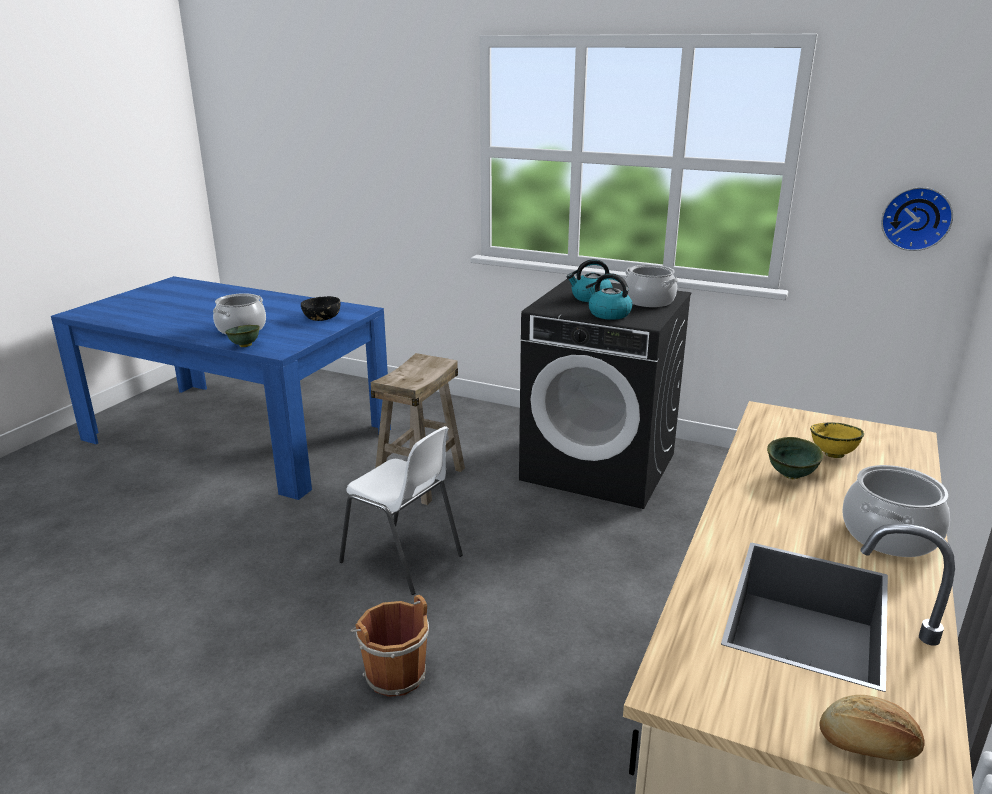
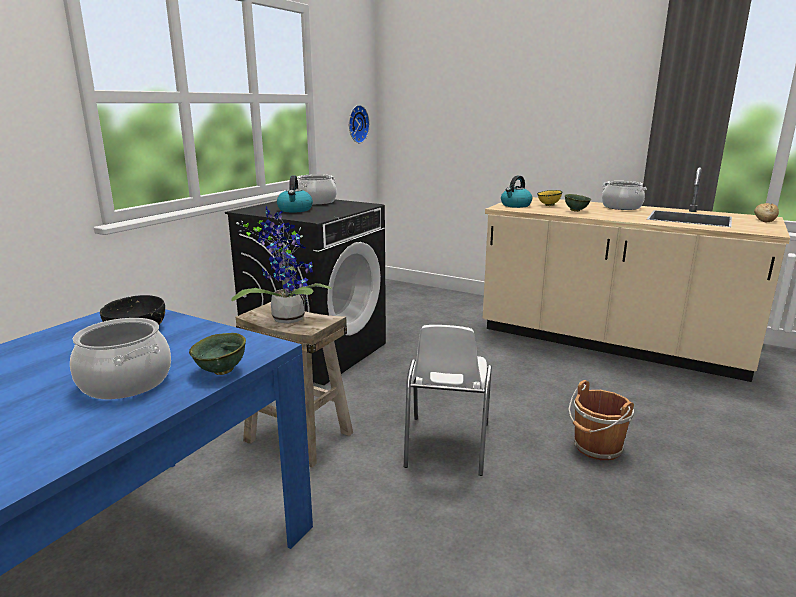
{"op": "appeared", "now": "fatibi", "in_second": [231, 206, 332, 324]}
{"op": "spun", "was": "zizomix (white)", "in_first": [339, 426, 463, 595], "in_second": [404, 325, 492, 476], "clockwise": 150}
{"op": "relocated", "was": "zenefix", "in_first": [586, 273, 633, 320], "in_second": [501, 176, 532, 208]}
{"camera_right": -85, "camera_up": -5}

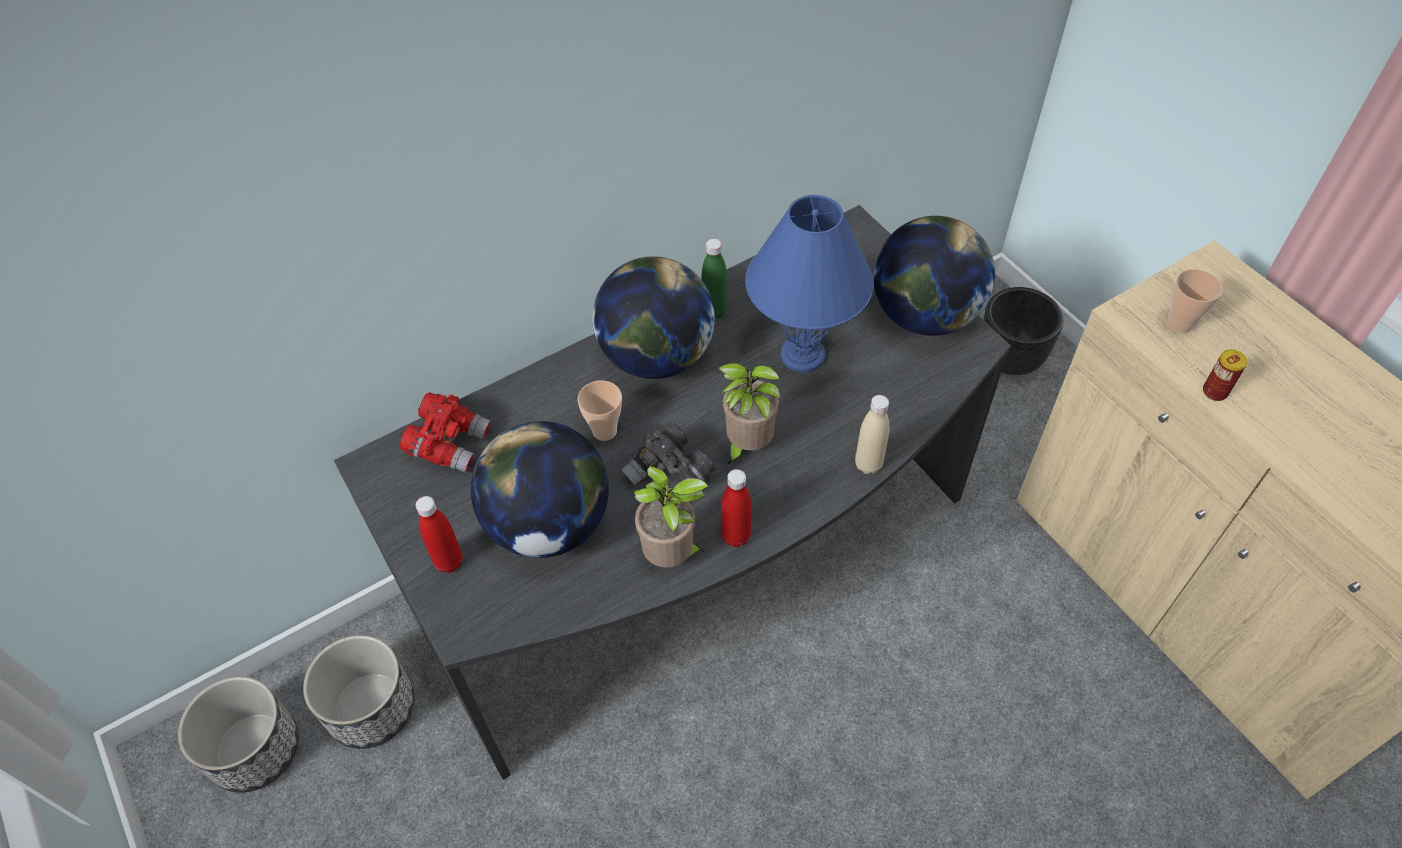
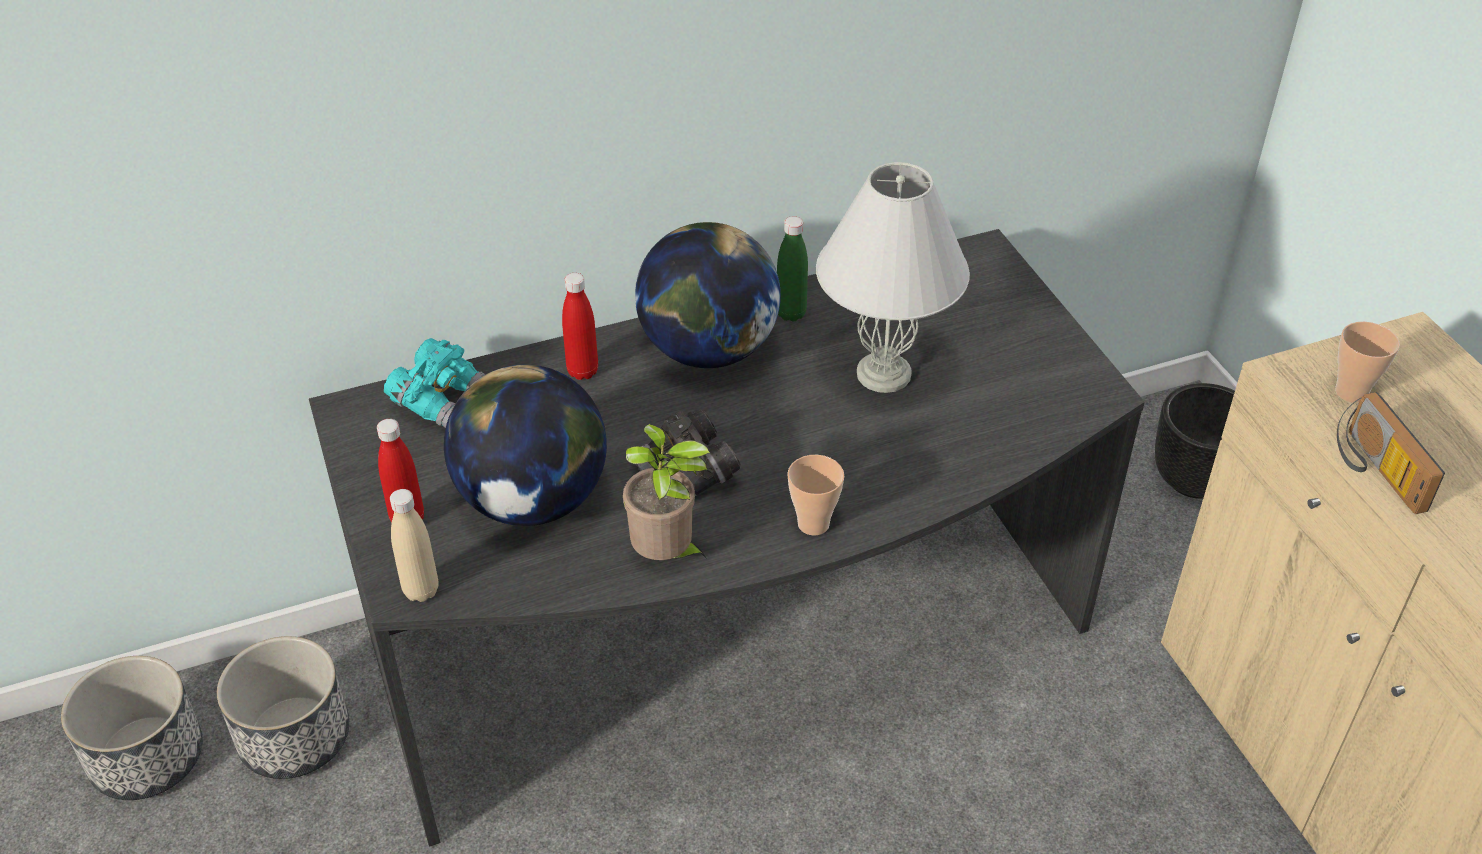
{"op": "colour", "was": "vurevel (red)", "now": "vurevel (turquoise)", "in_first": [399, 392, 491, 473], "in_second": [384, 338, 485, 428]}
{"op": "relocated", "was": "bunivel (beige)", "in_first": [855, 395, 889, 474], "in_second": [390, 489, 439, 602]}
{"op": "relocated", "was": "bunivel (red)", "in_first": [721, 469, 752, 547], "in_second": [562, 273, 598, 380]}
{"op": "relocated", "was": "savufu", "in_first": [577, 380, 622, 441], "in_second": [787, 455, 844, 536]}
{"op": "colour", "was": "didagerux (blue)", "now": "didagerux (white)", "in_first": [745, 195, 874, 373], "in_second": [816, 162, 970, 393]}
{"op": "exchanged", "was": "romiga", "now": "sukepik", "in_first": [1203, 349, 1248, 401], "in_second": [1337, 392, 1445, 514]}
{"op": "missing", "was": "fatibi", "in_first": [717, 363, 780, 465]}
{"op": "missing", "was": "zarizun", "in_first": [873, 216, 995, 336]}
{"camera_right": 10, "camera_up": -10}

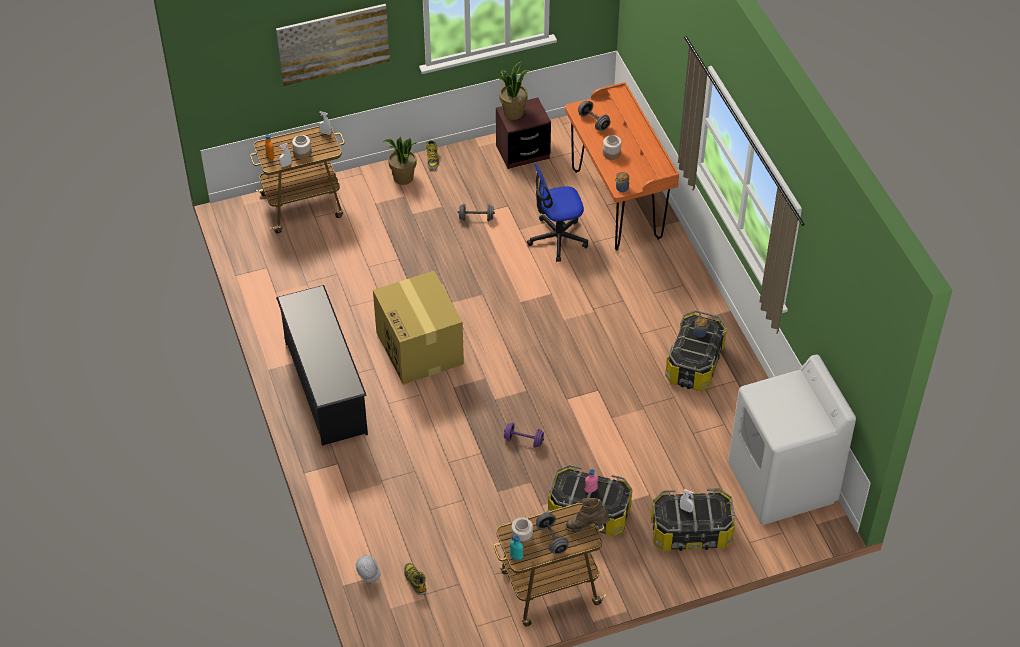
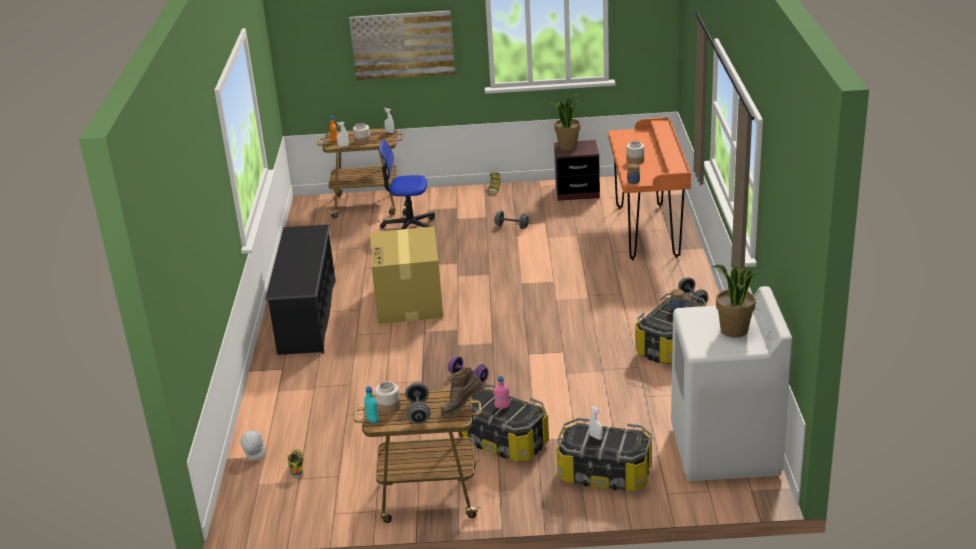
{"op": "relocated", "was": "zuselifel", "in_first": [527, 164, 588, 262], "in_second": [379, 139, 435, 230]}
{"op": "spun", "was": "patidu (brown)", "in_first": [565, 498, 610, 532], "in_second": [440, 367, 485, 417], "clockwise": -45}
{"op": "relocated", "was": "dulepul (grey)", "in_first": [578, 101, 610, 131], "in_second": [678, 278, 708, 304]}
{"op": "relocated", "was": "fatibi", "in_first": [383, 136, 418, 185], "in_second": [712, 264, 761, 338]}
{"camera_right": 20, "camera_up": -20}

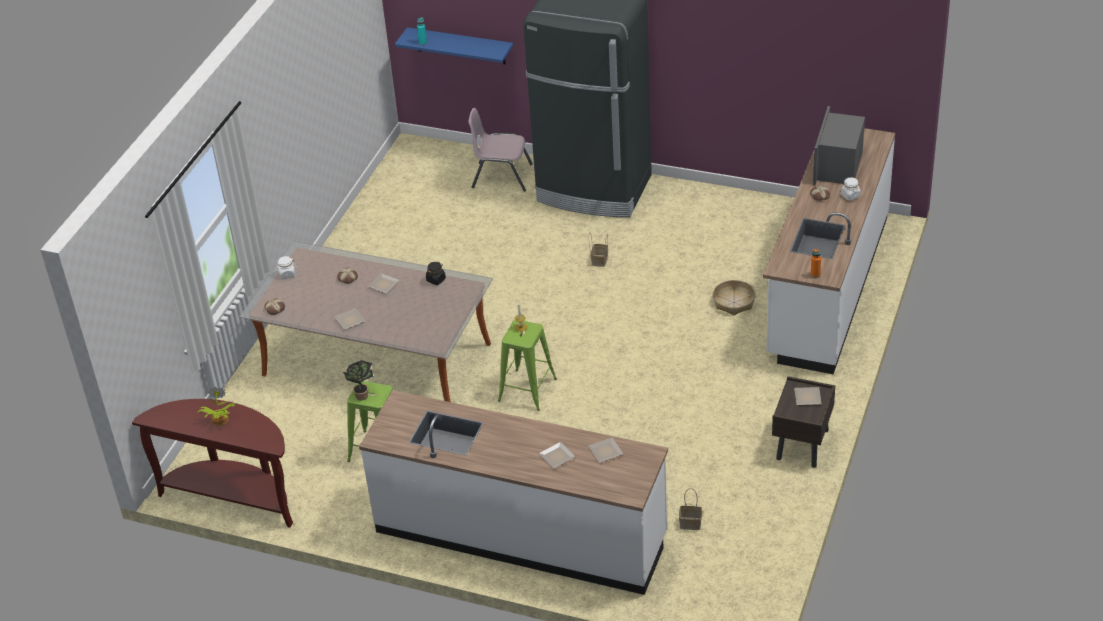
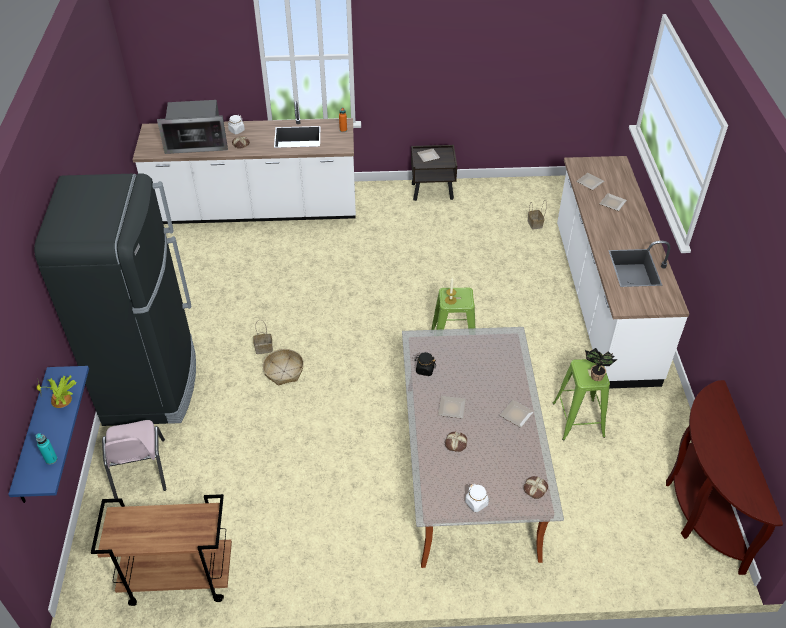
{"op": "relocated", "was": "fatibi", "in_first": [198, 387, 235, 426], "in_second": [37, 374, 76, 408]}
{"op": "appeared", "now": "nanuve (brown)", "in_second": [91, 494, 232, 606]}
{"op": "relocated", "was": "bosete", "in_first": [713, 280, 756, 315], "in_second": [262, 349, 304, 386]}
{"camera_right": -115, "camera_up": 5}

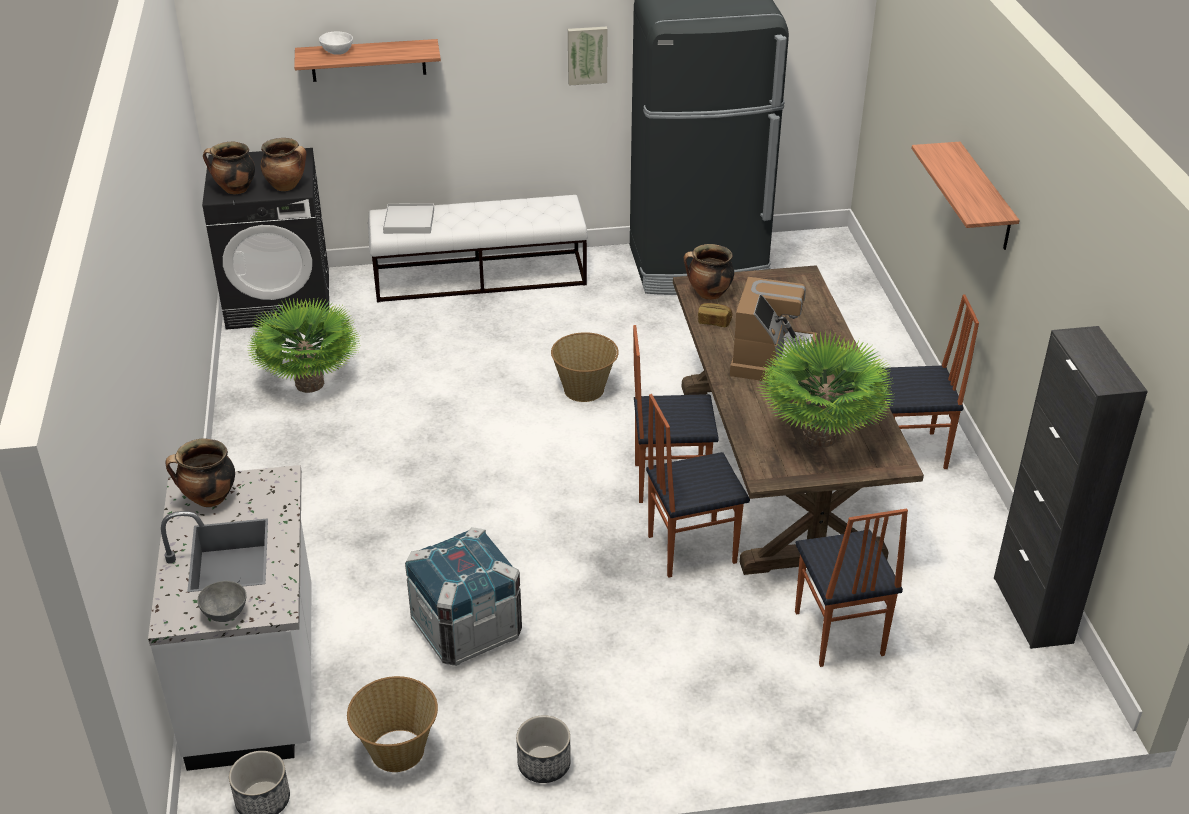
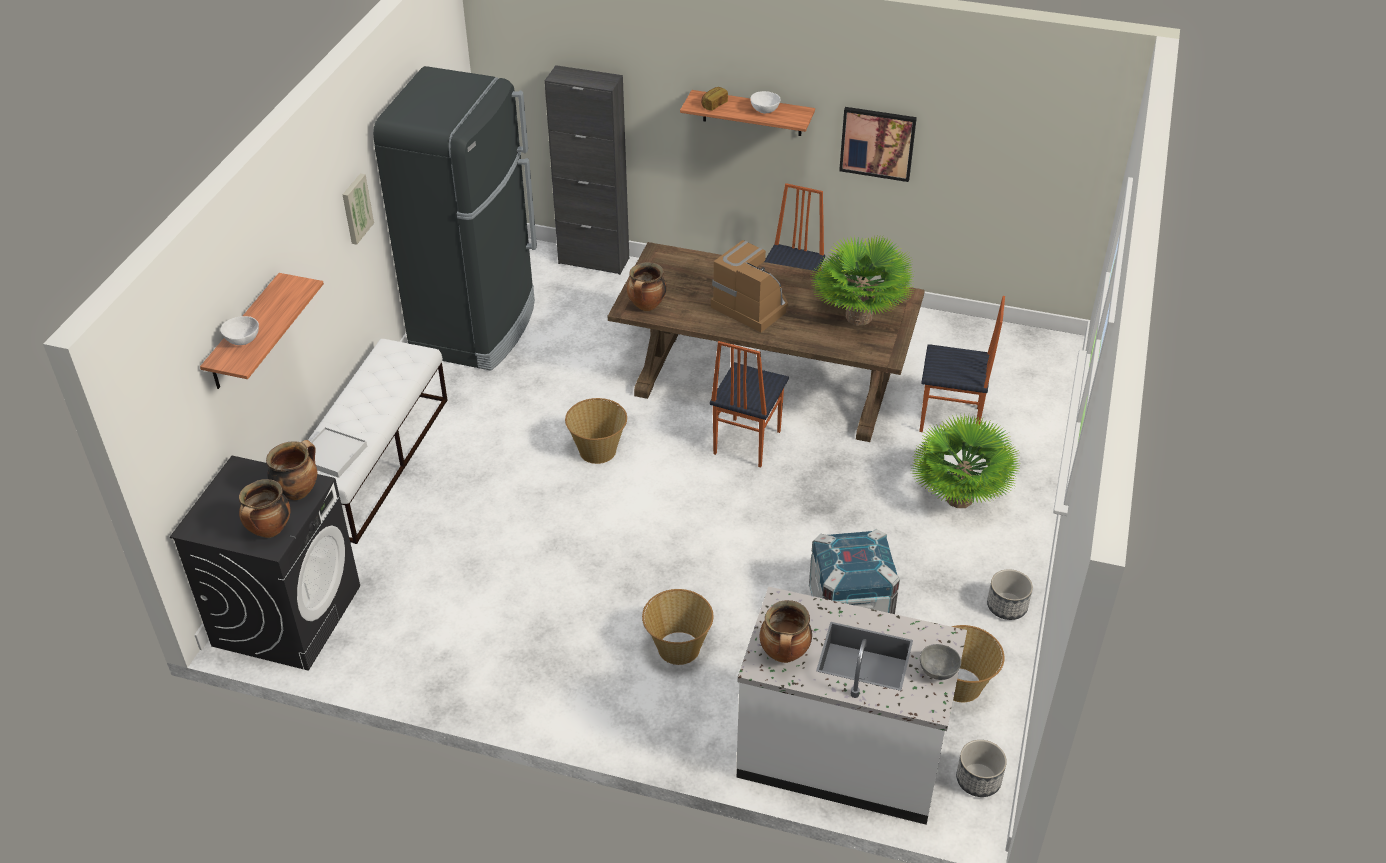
{"op": "relocated", "was": "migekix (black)", "in_first": [994, 326, 1148, 649], "in_second": [544, 65, 629, 275]}
{"op": "appeared", "now": "bosete", "in_second": [642, 589, 713, 665]}
{"op": "relocated", "was": "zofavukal", "in_first": [698, 303, 732, 327], "in_second": [701, 87, 728, 111]}
{"op": "appeared", "now": "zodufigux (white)", "in_second": [750, 91, 780, 113]}
{"op": "appeared", "now": "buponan", "in_second": [839, 107, 917, 182]}
{"op": "relocated", "was": "fatibi", "in_first": [247, 297, 361, 393], "in_second": [911, 414, 1021, 508]}
{"op": "missing", "was": "zizomix", "in_first": [646, 394, 750, 578]}
{"camera_right": -65, "camera_up": 5}

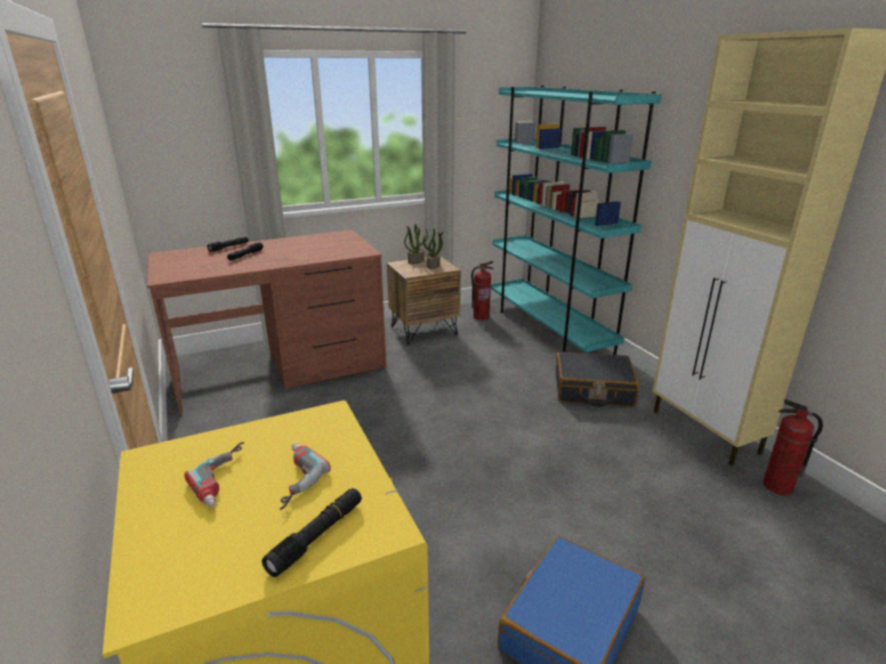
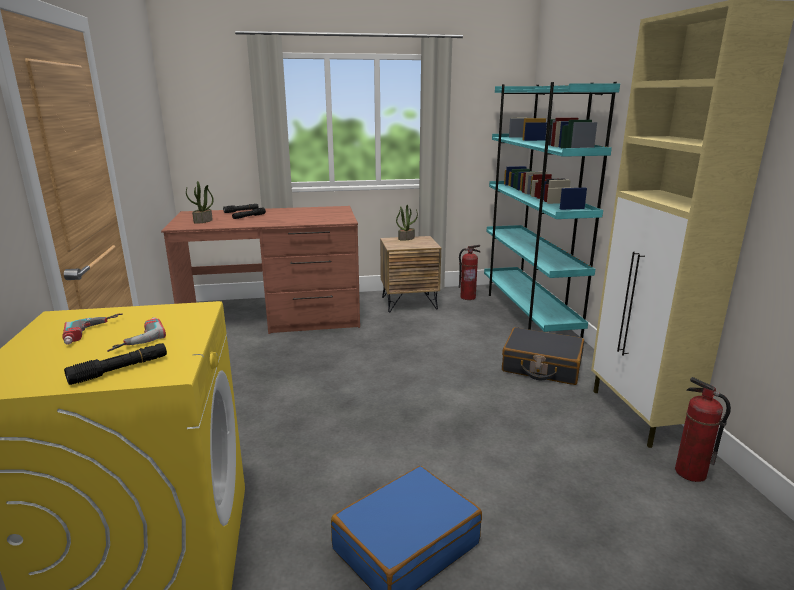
{"op": "relocated", "was": "fatibi", "in_first": [423, 228, 444, 269], "in_second": [186, 181, 214, 224]}
{"camera_right": 15, "camera_up": -5}

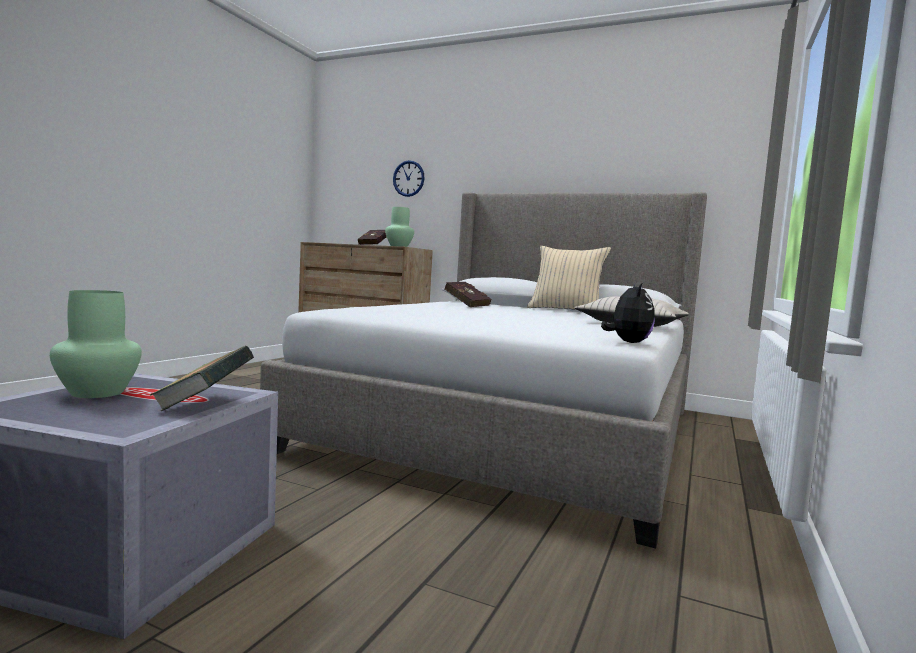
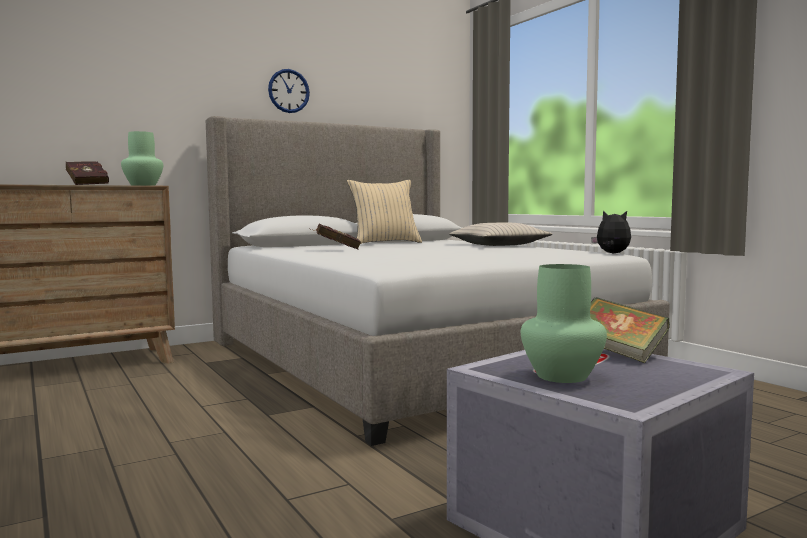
{"op": "relocated", "was": "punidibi", "in_first": [393, 160, 425, 197], "in_second": [268, 69, 310, 113]}
{"camera_right": -55, "camera_up": 0}

